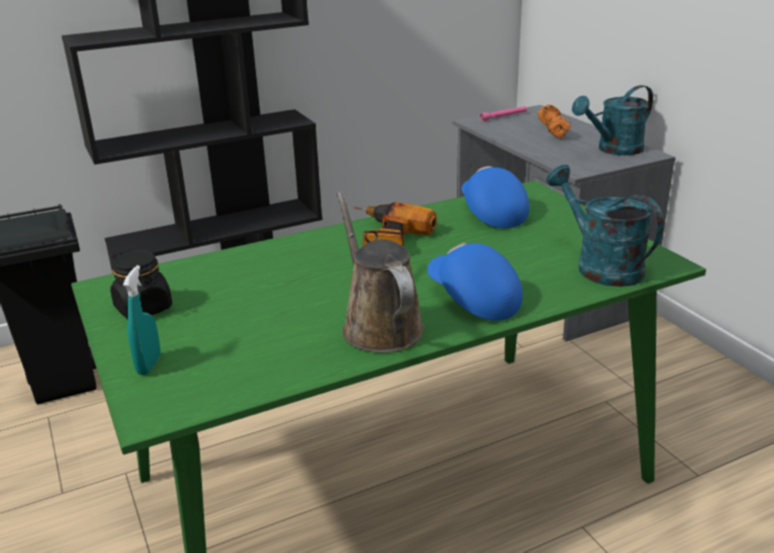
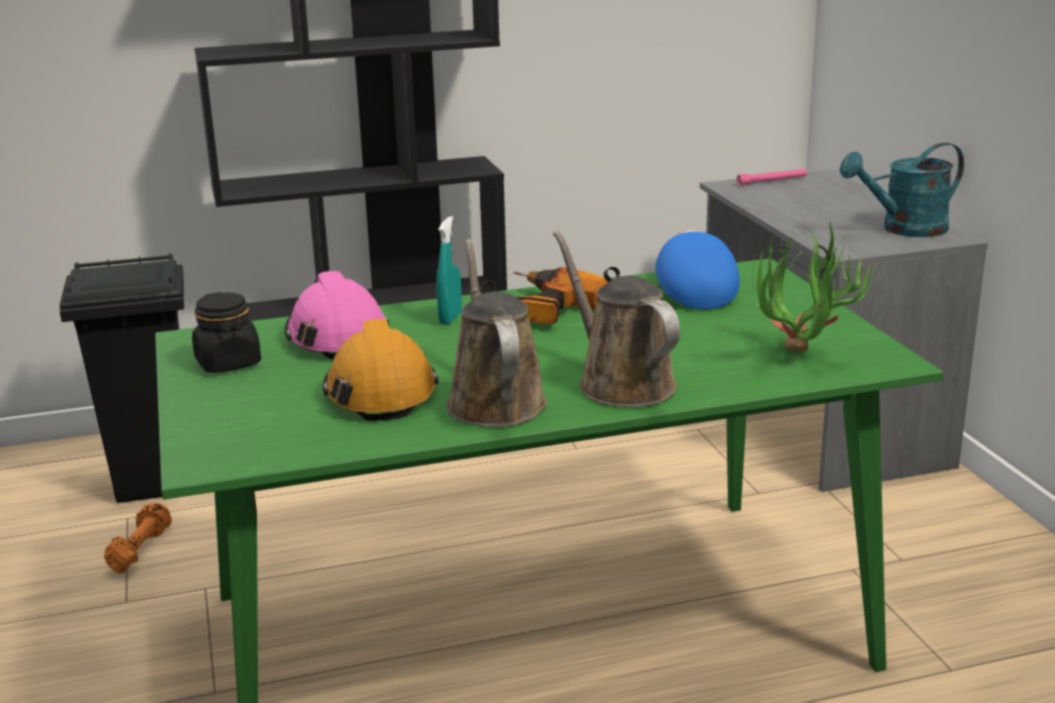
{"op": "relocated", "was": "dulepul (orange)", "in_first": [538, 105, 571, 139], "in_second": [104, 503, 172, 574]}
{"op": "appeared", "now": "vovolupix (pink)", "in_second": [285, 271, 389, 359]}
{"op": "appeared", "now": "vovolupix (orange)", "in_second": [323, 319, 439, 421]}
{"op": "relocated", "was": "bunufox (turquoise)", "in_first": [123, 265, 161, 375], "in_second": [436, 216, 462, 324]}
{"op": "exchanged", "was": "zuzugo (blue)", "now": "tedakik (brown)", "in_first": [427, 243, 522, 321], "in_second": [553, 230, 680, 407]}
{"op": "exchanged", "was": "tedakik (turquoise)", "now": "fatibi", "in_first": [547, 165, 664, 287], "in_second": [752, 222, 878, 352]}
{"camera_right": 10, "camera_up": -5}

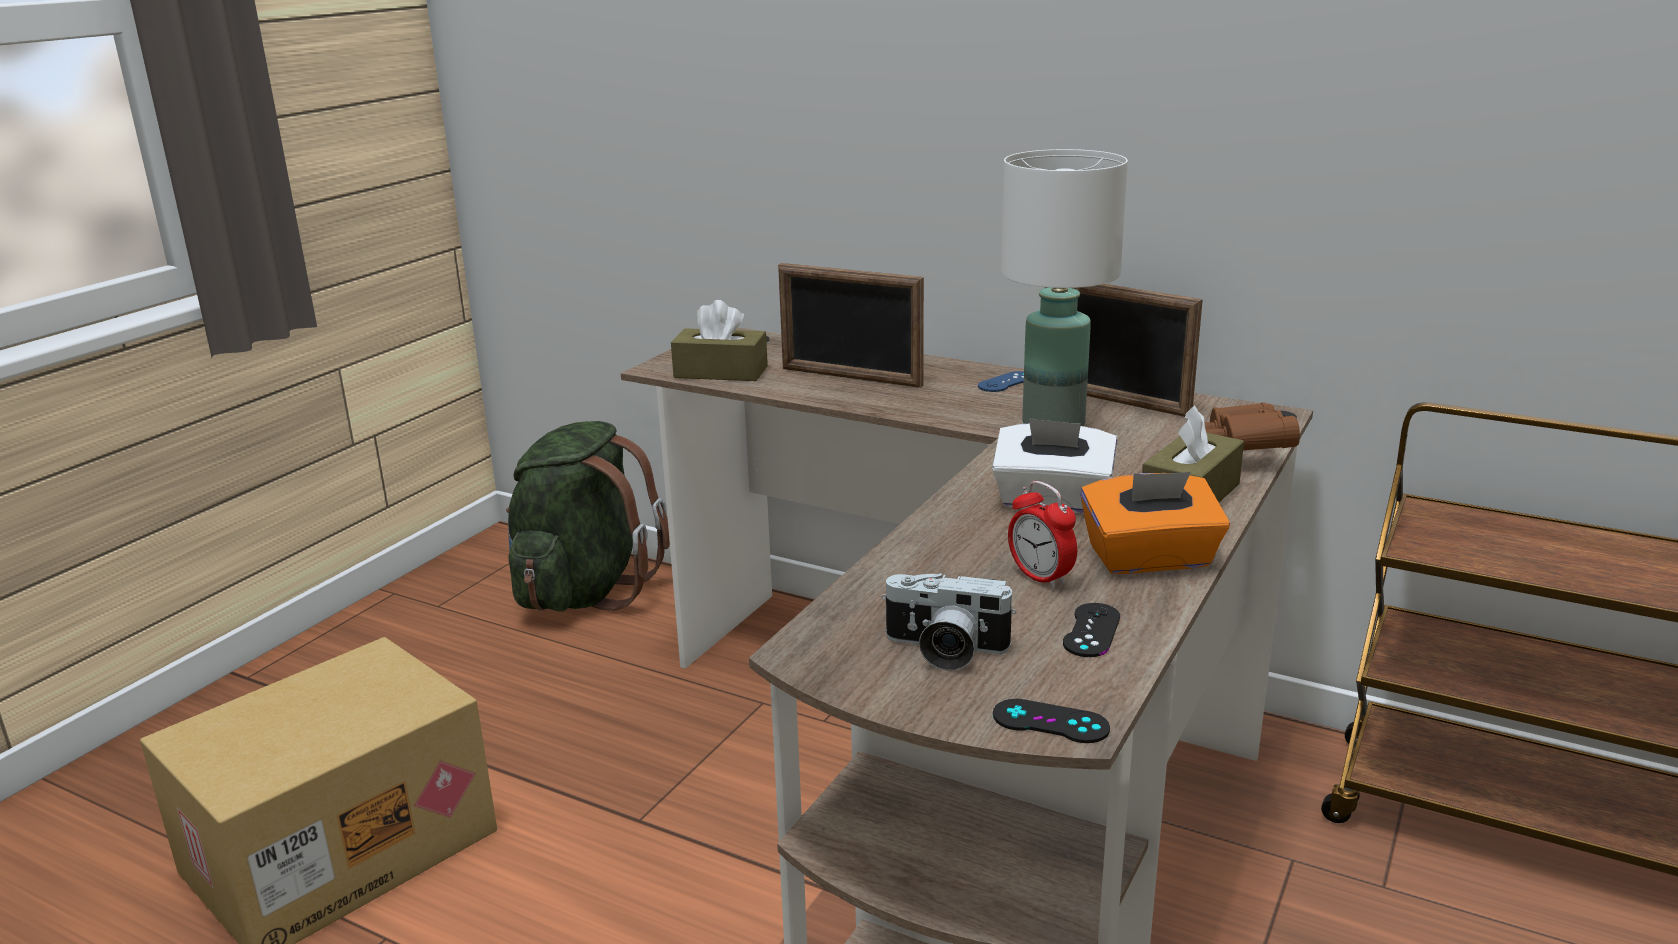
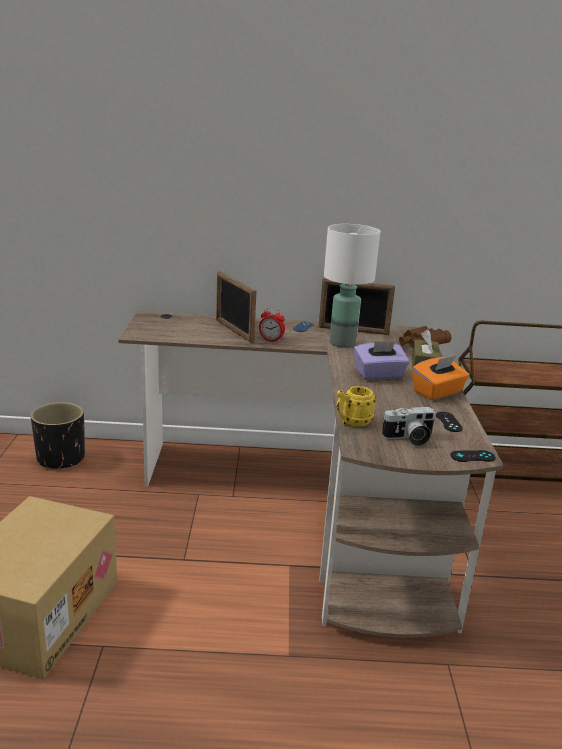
{"op": "exchanged", "was": "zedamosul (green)", "now": "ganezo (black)", "in_first": [506, 421, 670, 612], "in_second": [31, 402, 85, 469]}
{"op": "spun", "was": "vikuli", "in_first": [778, 263, 924, 388], "in_second": [216, 271, 256, 343], "clockwise": 60}
{"op": "relocated", "was": "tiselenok", "in_first": [1008, 481, 1077, 589], "in_second": [259, 307, 285, 343]}
{"op": "appeared", "now": "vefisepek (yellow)", "in_second": [337, 386, 376, 427]}
{"op": "colour", "was": "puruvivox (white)", "now": "puruvivox (purple)", "in_first": [992, 418, 1117, 513], "in_second": [353, 341, 409, 380]}
{"op": "missing", "was": "puruvivox (brown)", "in_first": [671, 300, 768, 381]}
{"camera_right": -30, "camera_up": 0}

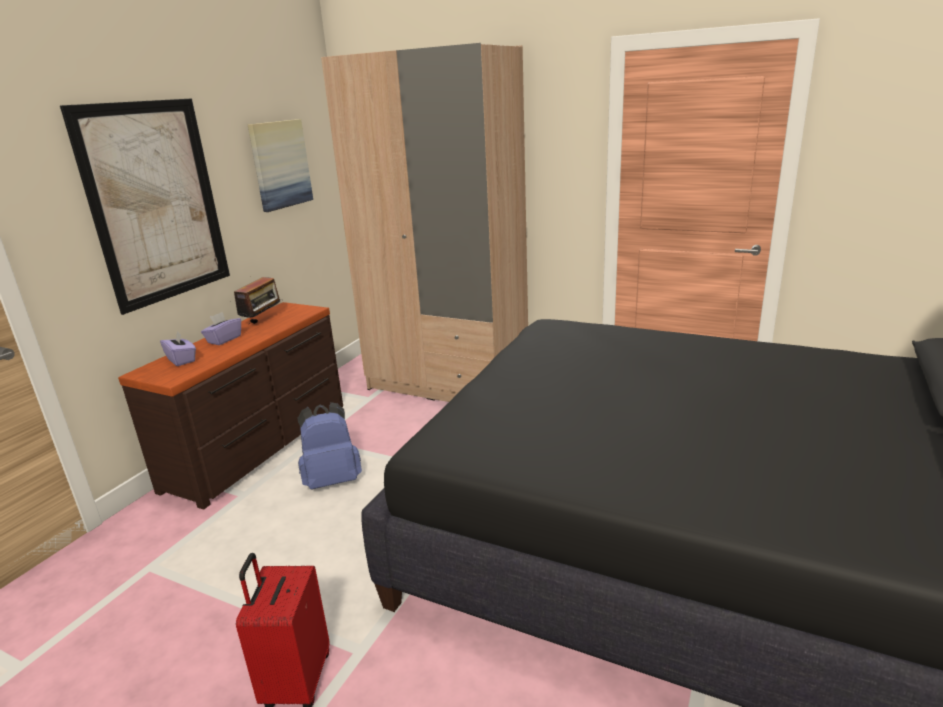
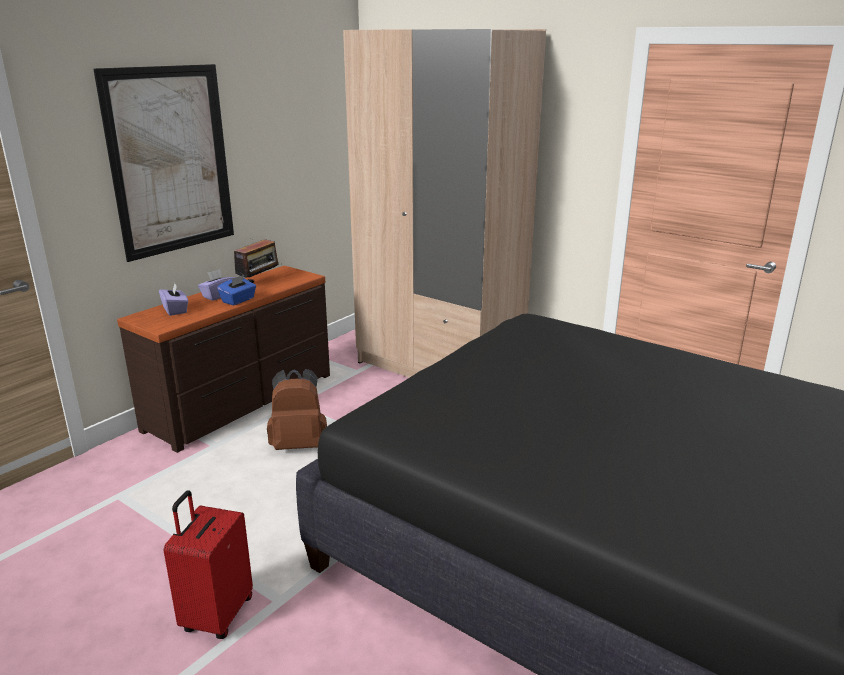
{"op": "appeared", "now": "puruvivox (blue)", "in_second": [217, 275, 256, 305]}
{"op": "colour", "was": "zedamosul (blue)", "now": "zedamosul (brown)", "in_first": [297, 402, 362, 489], "in_second": [267, 369, 327, 450]}
{"op": "missing", "was": "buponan", "in_first": [247, 119, 313, 212]}
{"camera_right": 10, "camera_up": 0}

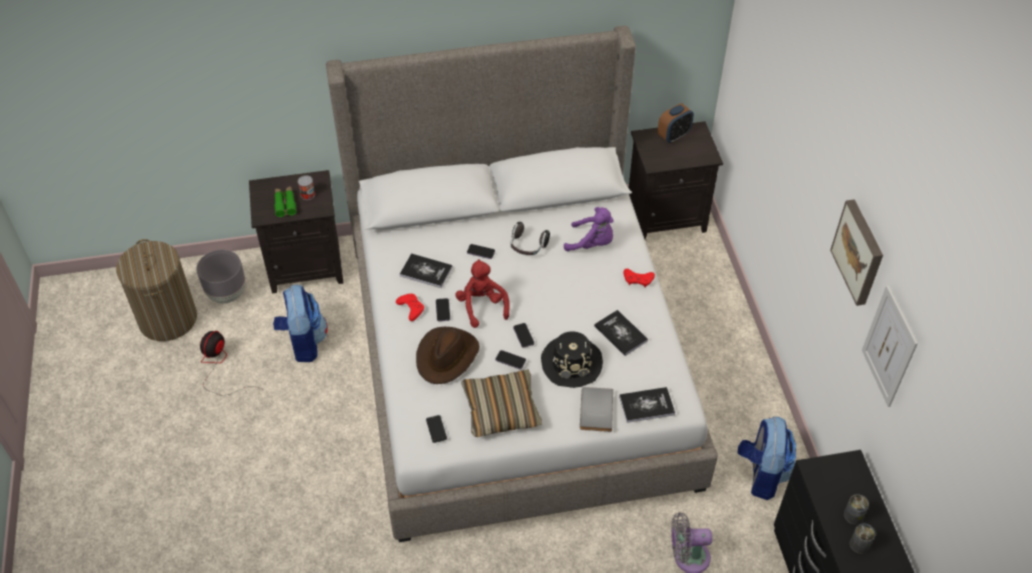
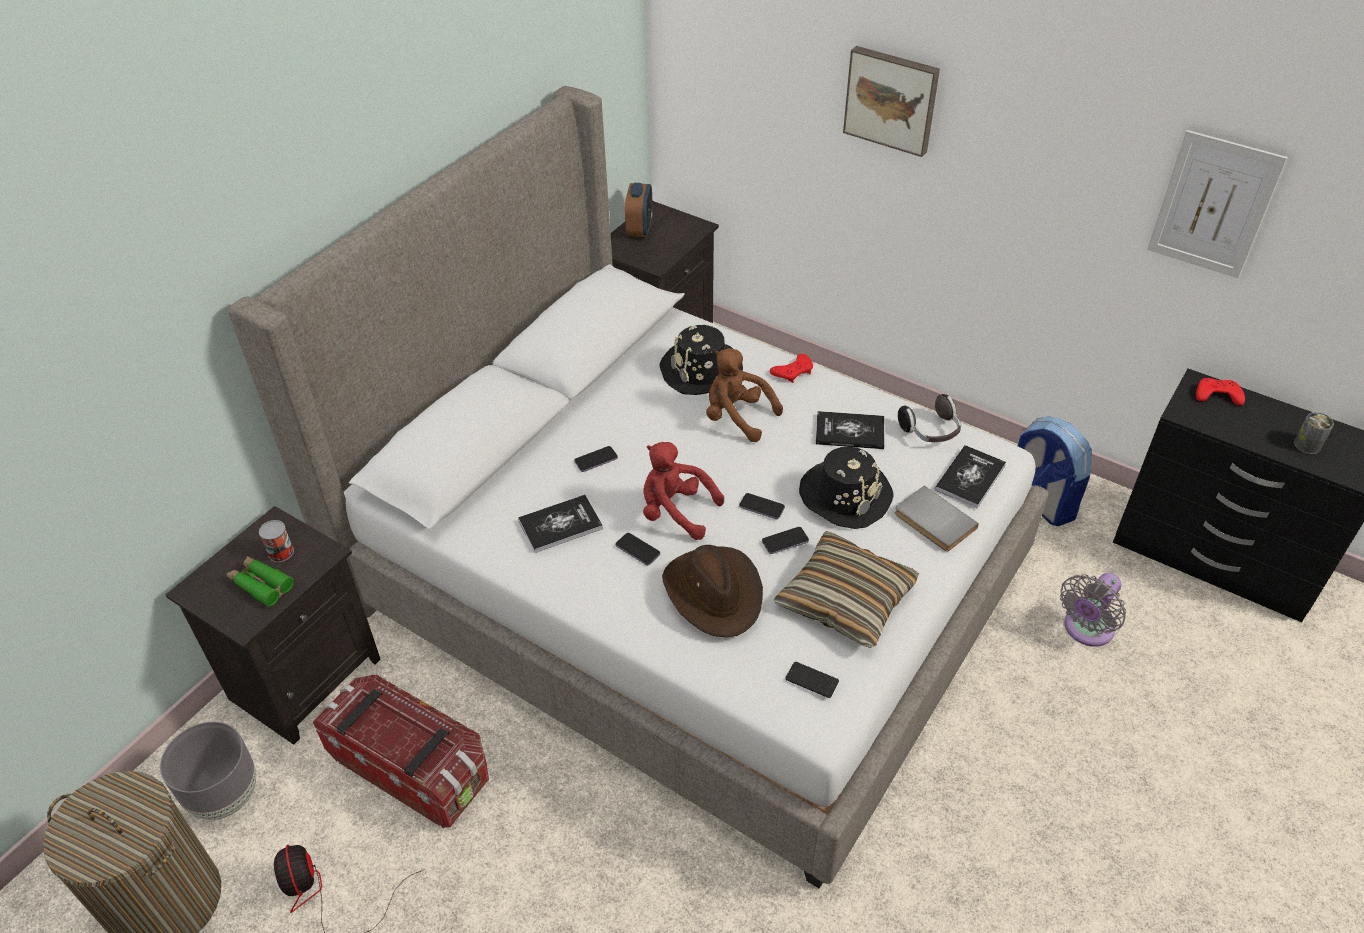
{"op": "exchanged", "was": "zedamosul", "now": "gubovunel", "in_first": [273, 285, 328, 362], "in_second": [313, 675, 489, 829]}
{"op": "exchanged", "was": "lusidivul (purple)", "now": "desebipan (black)", "in_first": [564, 207, 614, 251], "in_second": [659, 325, 743, 395]}
{"op": "appeared", "now": "lusidivul (brown)", "in_second": [706, 348, 783, 442]}
{"op": "relocated", "was": "buponan", "in_first": [830, 199, 883, 306], "in_second": [843, 46, 940, 157]}
{"op": "relocated", "was": "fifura", "in_first": [511, 222, 550, 255], "in_second": [898, 394, 961, 442]}
{"op": "relocated", "was": "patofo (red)", "in_first": [396, 294, 424, 321], "in_second": [1196, 378, 1245, 405]}
{"op": "missing", "was": "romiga", "in_first": [844, 494, 869, 524]}
{"camera_right": -45, "camera_up": -5}

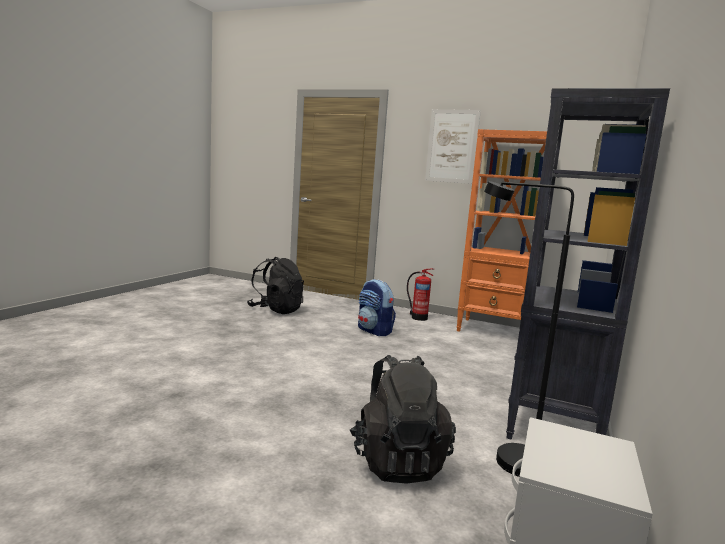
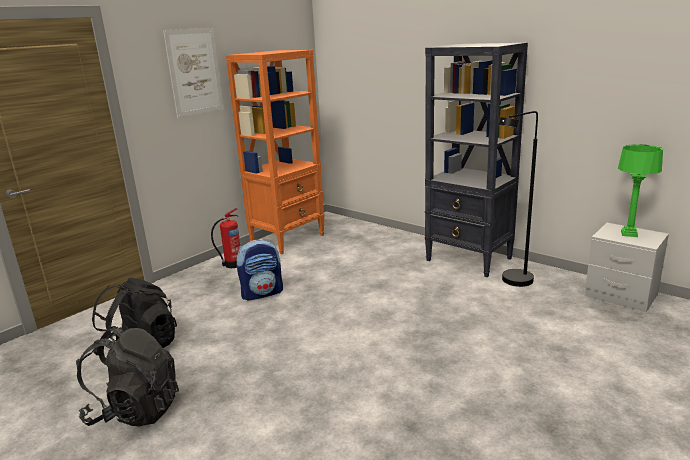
{"op": "relocated", "was": "zedamosul (black)", "in_first": [350, 355, 456, 484], "in_second": [76, 326, 179, 426]}
{"op": "appeared", "now": "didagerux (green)", "in_second": [618, 144, 663, 237]}
{"camera_right": -70, "camera_up": 10}

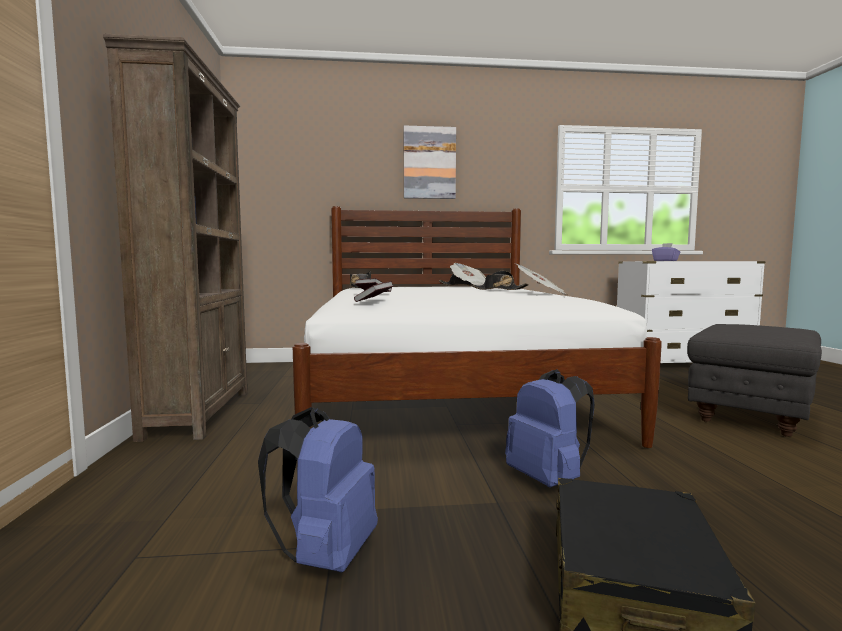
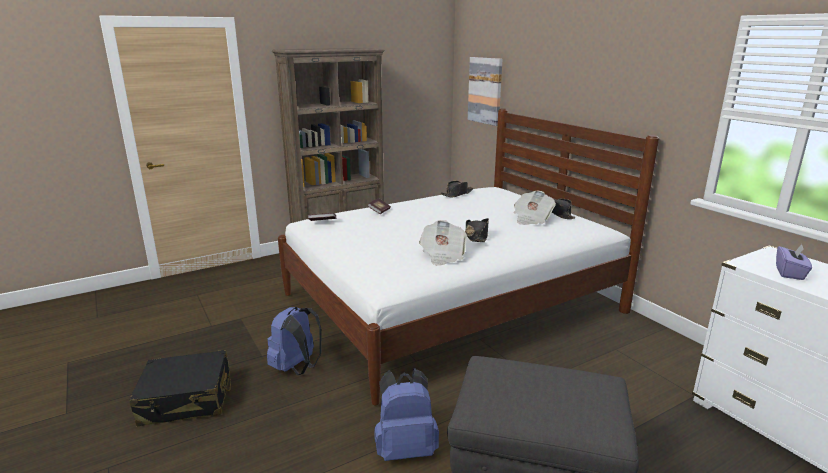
{"op": "relocated", "was": "zedamosul (blue)", "in_first": [258, 407, 378, 572], "in_second": [375, 368, 439, 461]}
{"op": "relocated", "was": "buponan", "in_first": [404, 126, 456, 199], "in_second": [468, 57, 503, 126]}
{"camera_right": 65, "camera_up": 15}

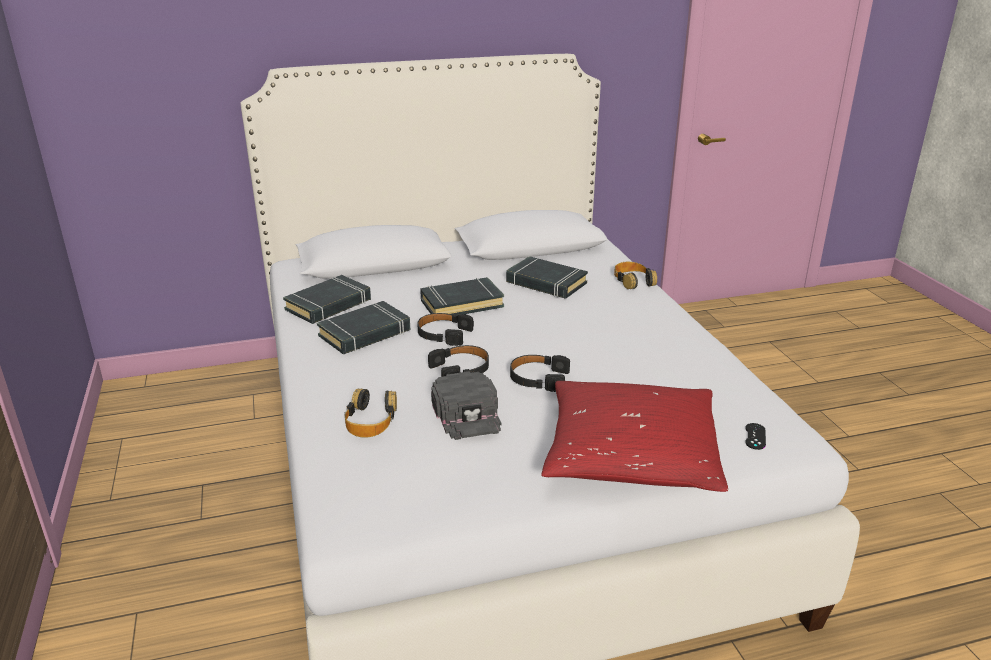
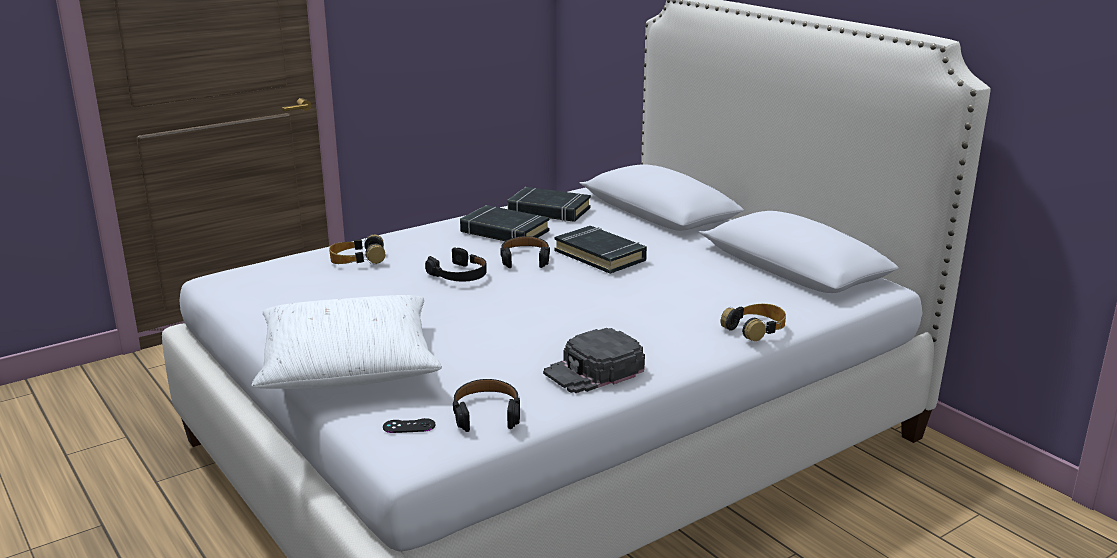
{"op": "colour", "was": "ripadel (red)", "now": "ripadel (white)", "in_first": [541, 381, 728, 492], "in_second": [252, 295, 442, 389]}
{"op": "relocated", "was": "fifura (black)", "in_first": [510, 355, 570, 392], "in_second": [453, 379, 520, 432]}
{"op": "relocated", "was": "zuzugo (black)", "in_first": [431, 371, 501, 440], "in_second": [543, 328, 645, 393]}
{"op": "missing", "was": "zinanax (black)", "in_first": [506, 256, 588, 299]}
{"camera_right": 70, "camera_up": -5}

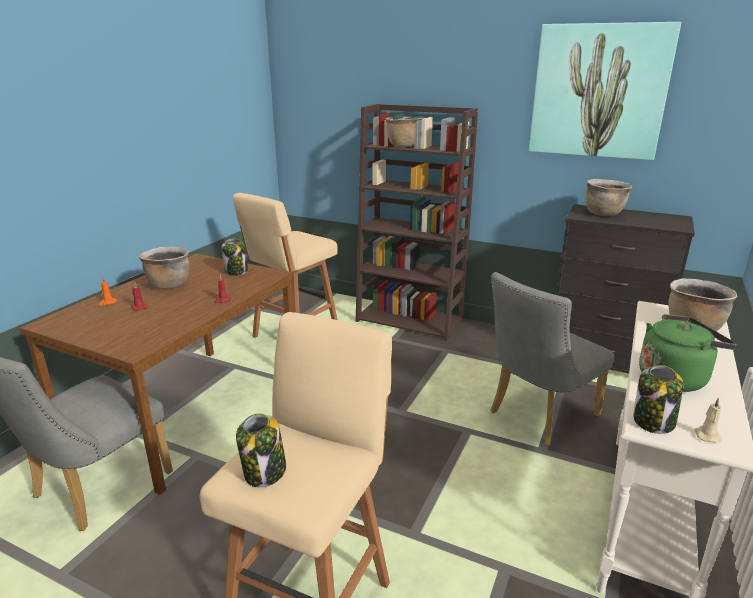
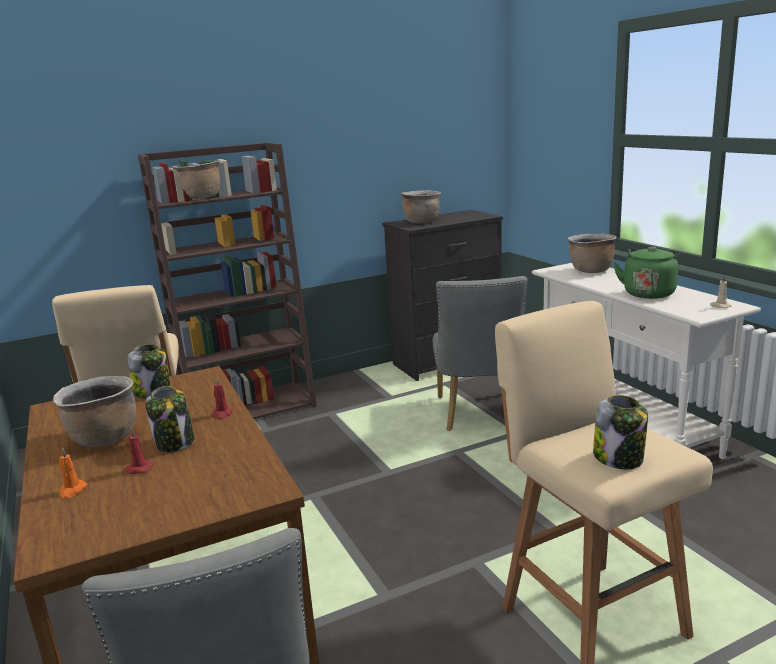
{"op": "relocated", "was": "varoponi", "in_first": [633, 365, 684, 434], "in_second": [145, 386, 195, 452]}
{"op": "missing", "was": "buponan", "in_first": [529, 22, 681, 160]}
{"camera_right": -50, "camera_up": -5}

